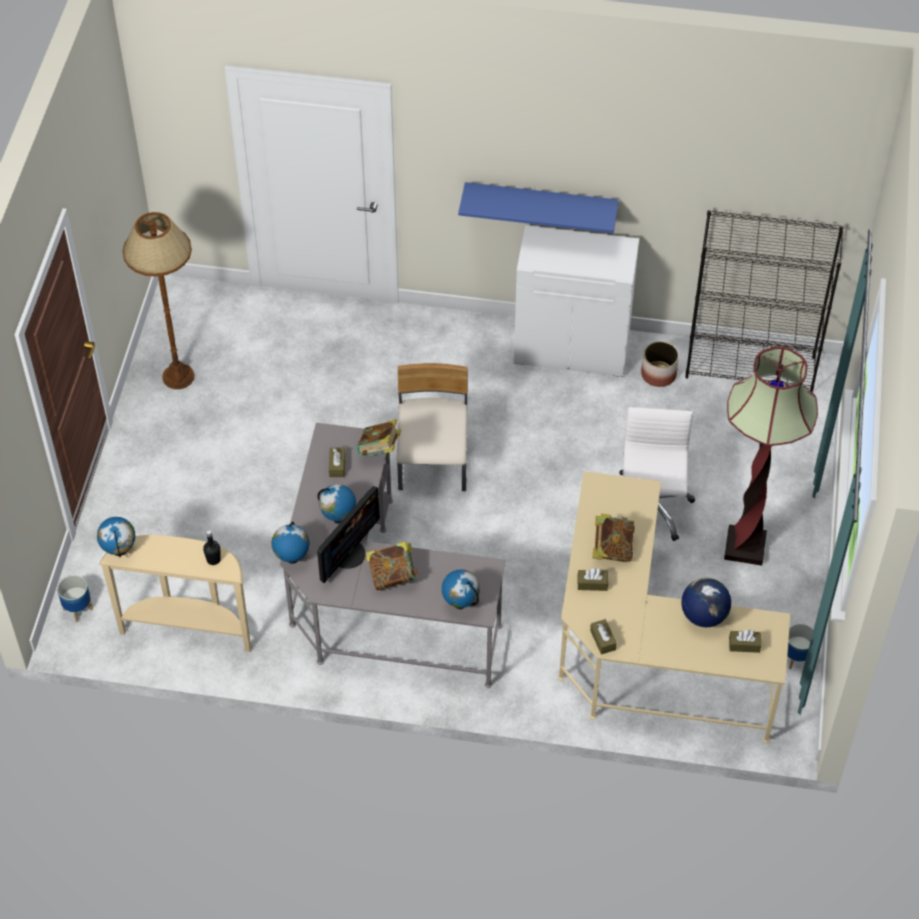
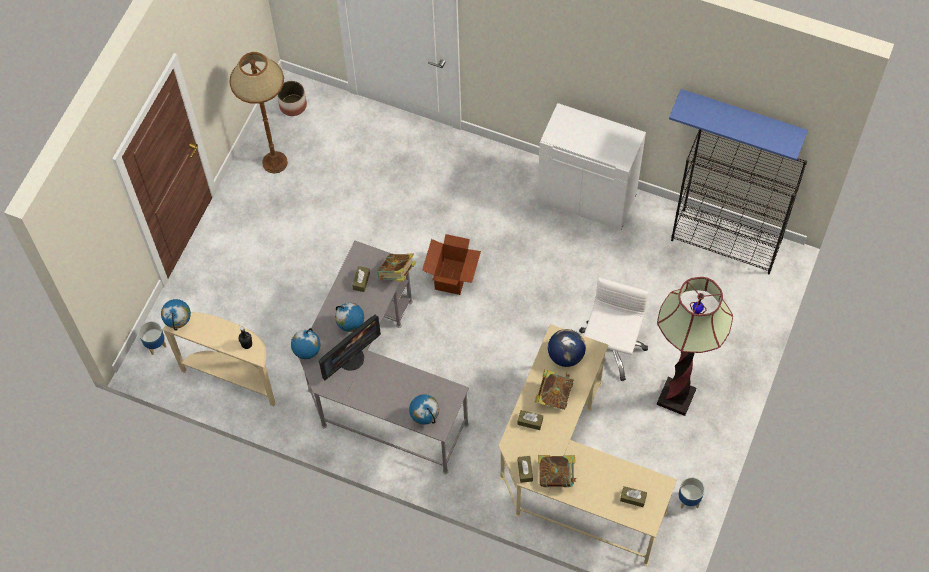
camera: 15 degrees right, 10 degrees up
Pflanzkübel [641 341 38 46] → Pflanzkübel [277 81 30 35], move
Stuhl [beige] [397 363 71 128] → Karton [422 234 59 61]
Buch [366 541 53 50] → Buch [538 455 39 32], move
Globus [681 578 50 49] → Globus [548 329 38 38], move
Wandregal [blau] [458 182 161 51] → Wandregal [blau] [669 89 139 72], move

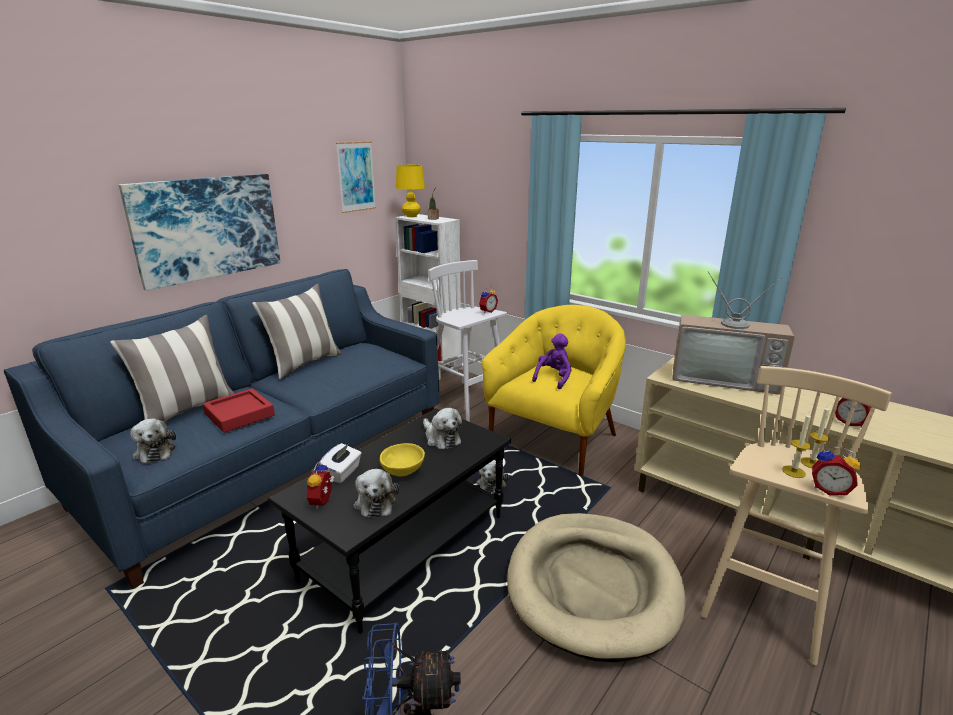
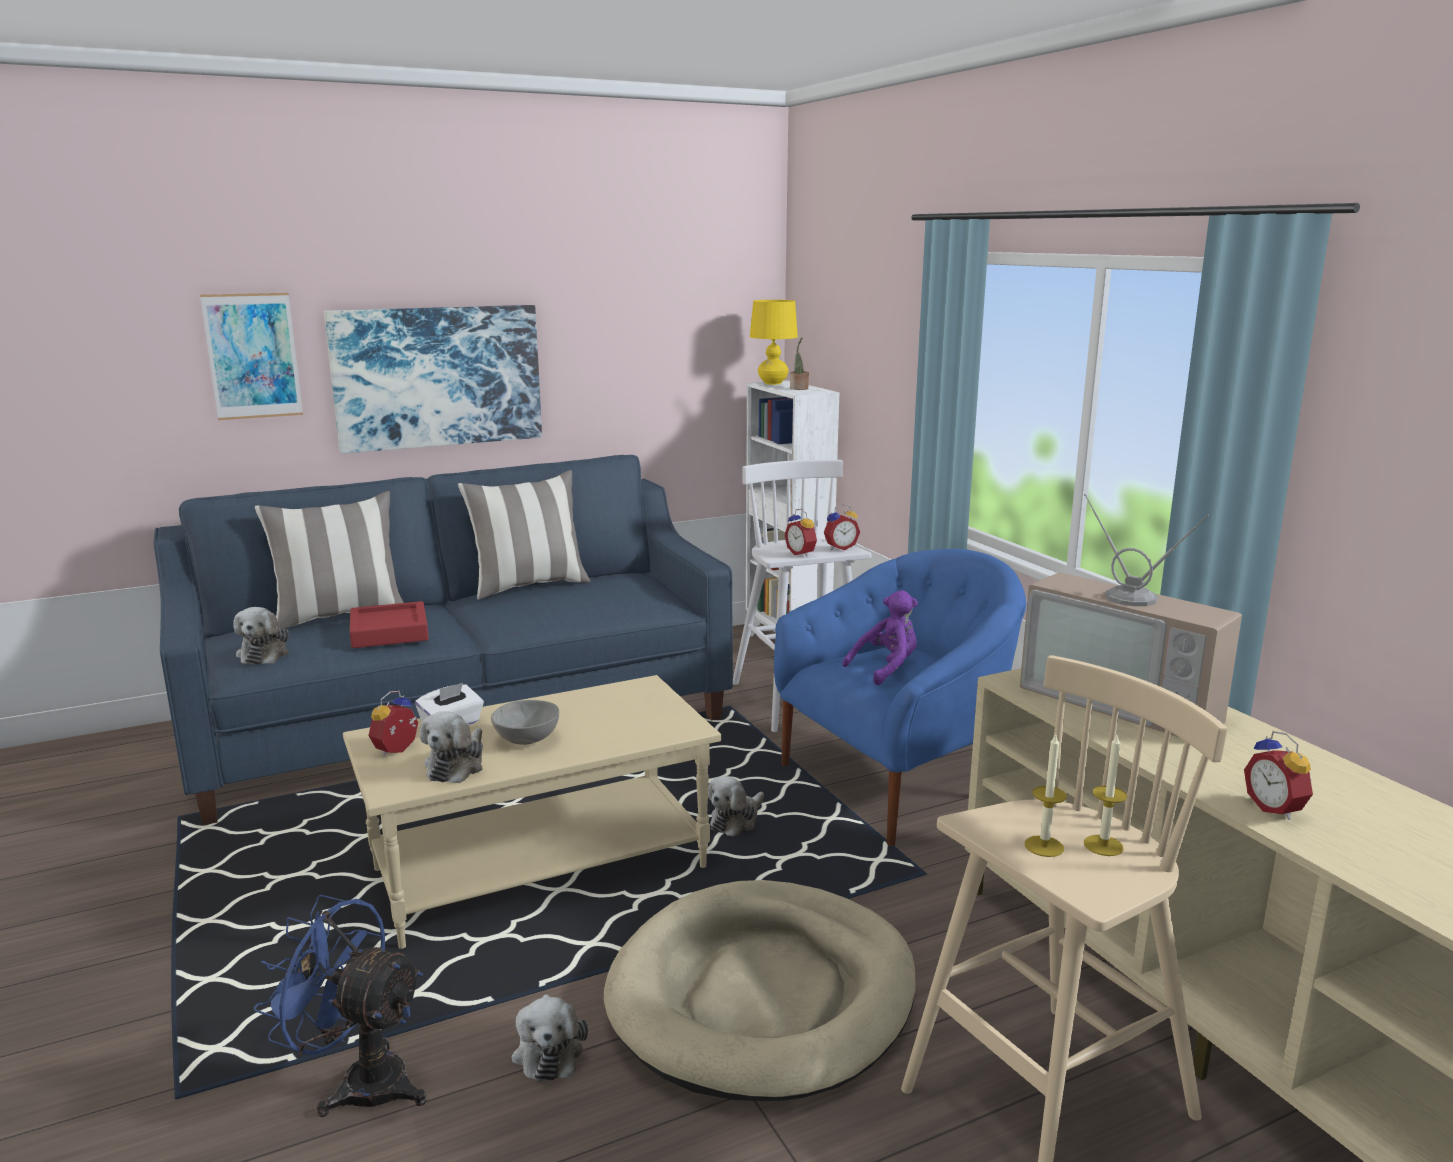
camera: 25 degrees right, 5 degrees down
Bild [336 141 40 72] → Bild [200 293 103 127], move
Couchtisch [schwarz] [268 408 243 226] → Couchtisch [beige] [343 675 378 274]
Schüssel [gelb] [380 443 45 33] → Schüssel [grau] [491 700 68 45]
Plüschtier [423 408 39 41] → Plüschtier [512 994 76 88], move
Sessel [gelb] [482 305 144 171] → Sessel [blau] [774 549 252 297]
Wecker [812 447 49 49] → Wecker [784 509 33 48], move

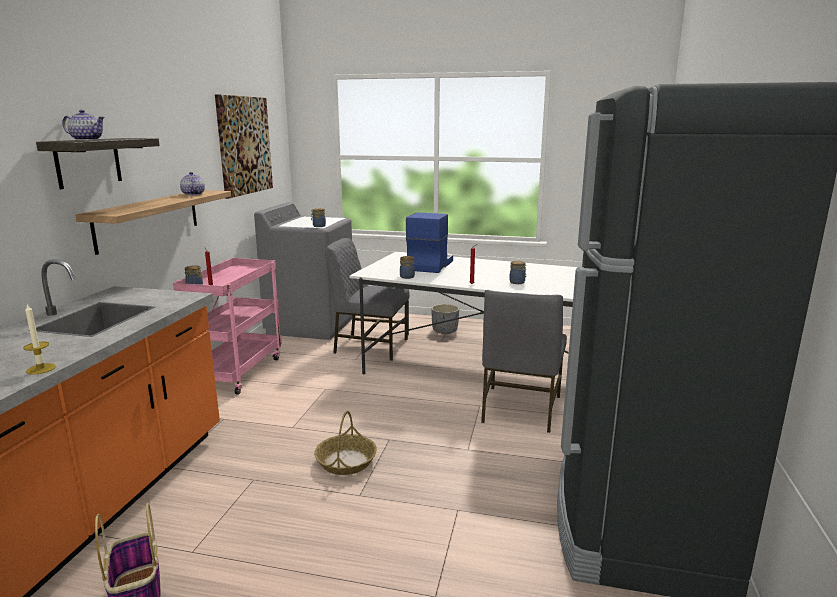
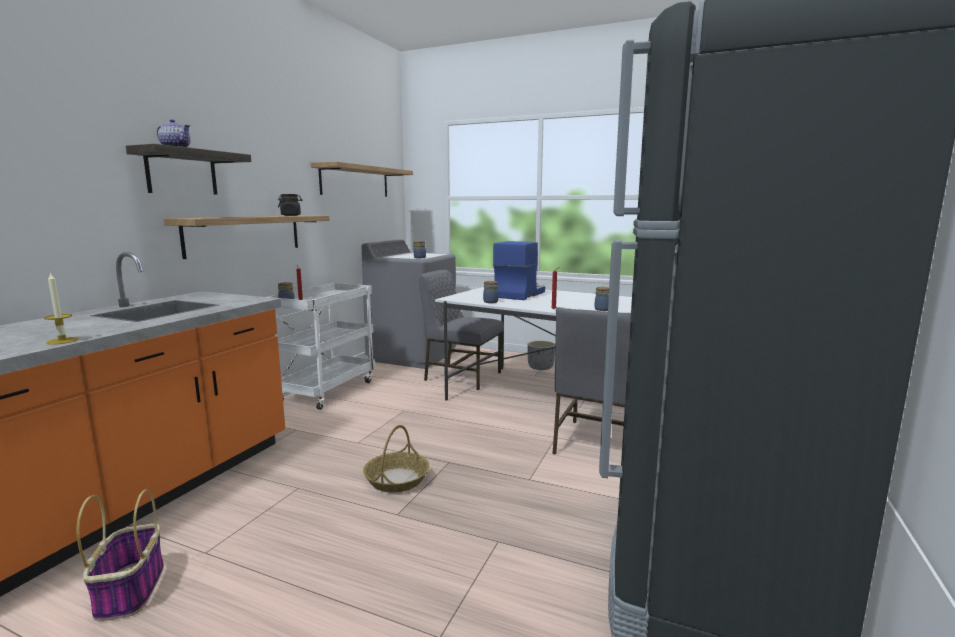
camera: 10 degrees right, 5 degrees down
Rollwagen [rosa] [173 258 109 137] → Rollwagen [weiß] [269 283 106 127]
Teekanne [180 172 25 23] → Vorratsglas [schwarz] [278 194 25 22]
Bild [215 94 58 105] → Wandregal [311 162 102 35]

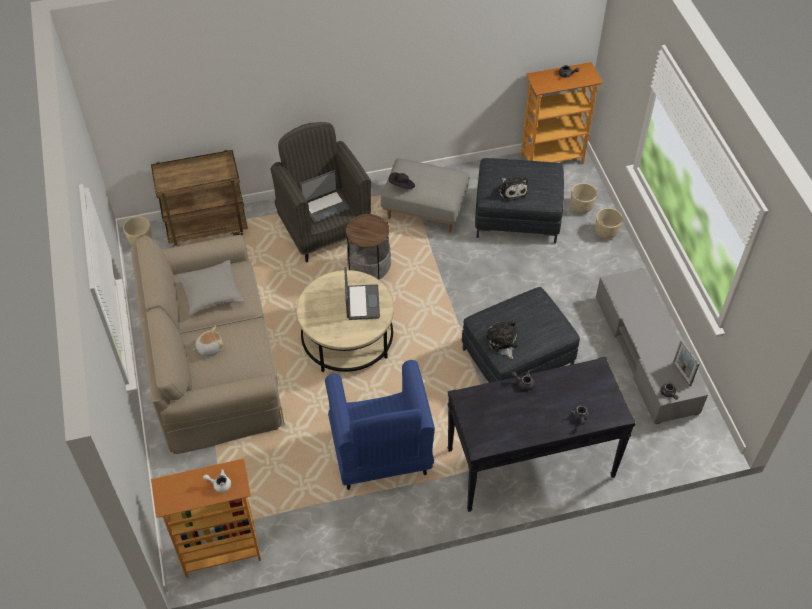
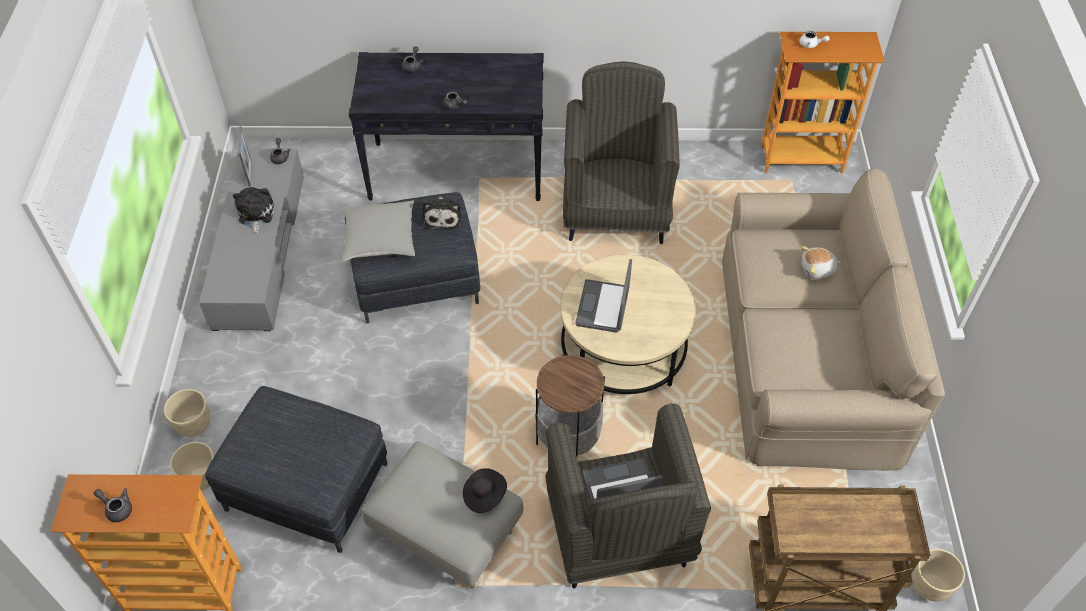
camera: 165 degrees left, 0 degrees up
Plüschtier [498 177 30 24] → Plüschtier [233 187 42 48], move
Kissen [grau] [178 260 66 55] → Kissen [grau] [342 201 73 61], move
Sessel [blau] [325 360 110 130] → Sessel [grau] [563 61 117 183]

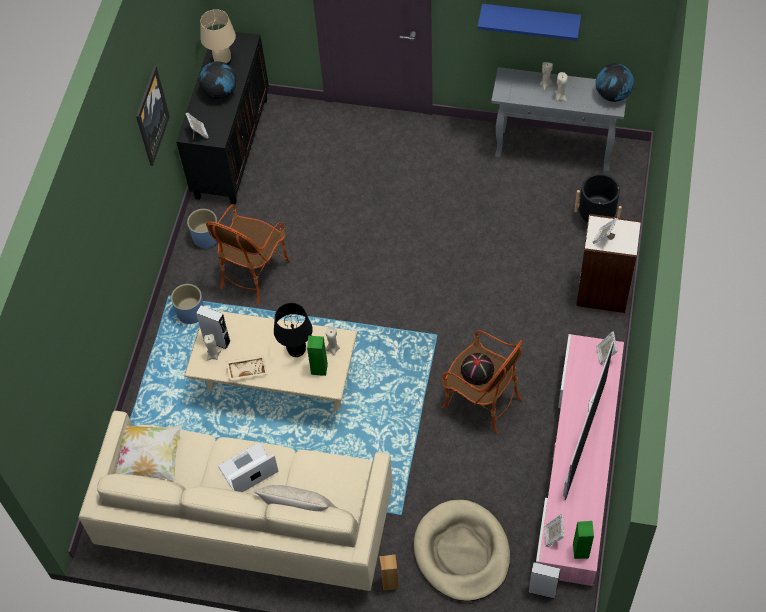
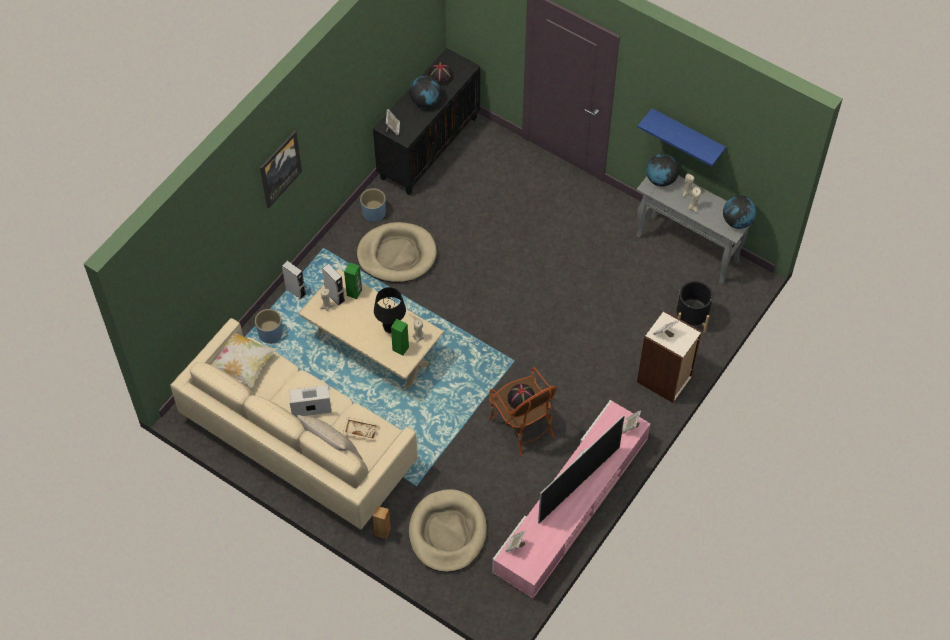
camera: 20 degrees right, 0 degrees up
Pflanzkübel [blau] [171 284 33 40] → Pflanzkübel [blau] [255 309 28 35], move
Bild [136 66 34 100] → Bild [260 131 42 77], move
Lautsprecher [grau] [528 562 32 37] → Lautsprecher [grau] [282 261 24 38], move
Tablett [beige] [226 355 41 25] → Tablett [beige] [343 417 36 24], move
Lautsprecher [grün] [573 521 21 38] → Lautsprecher [grün] [344 262 18 37], move
Sessel [206 204 85 100] → Hundebett [beige] [357 222 80 61]
Tischlampe [beige] [200 9 36 56] → Hut [schwarz] [427 62 26 24]
- → Globus [646 154 33 33]

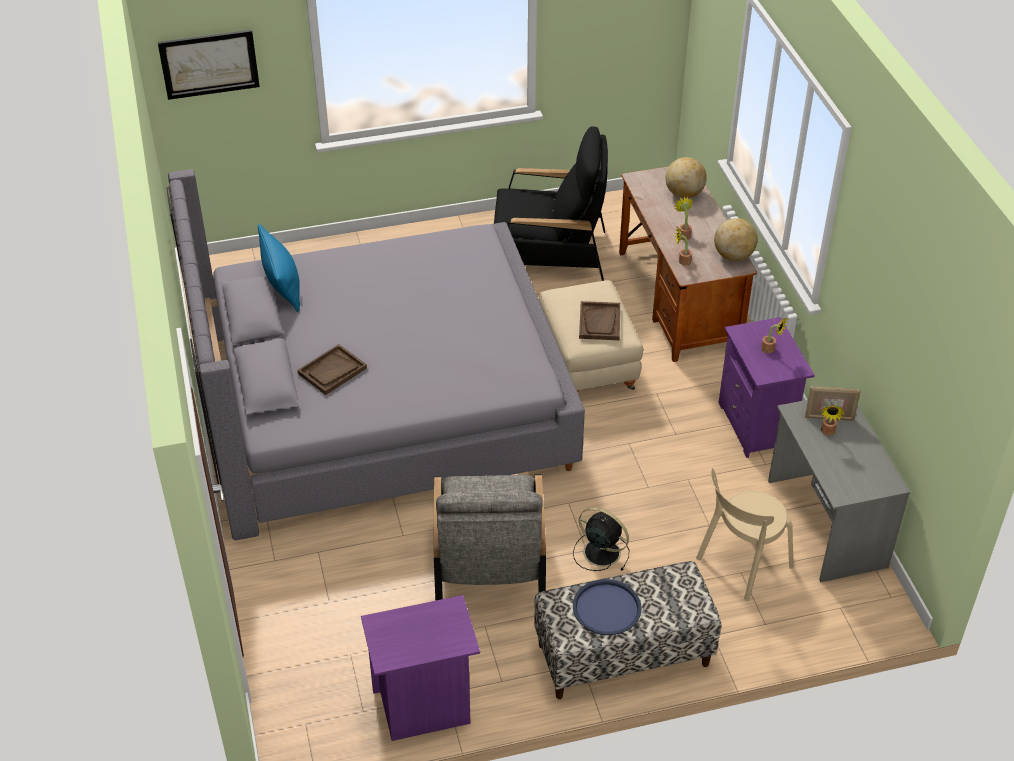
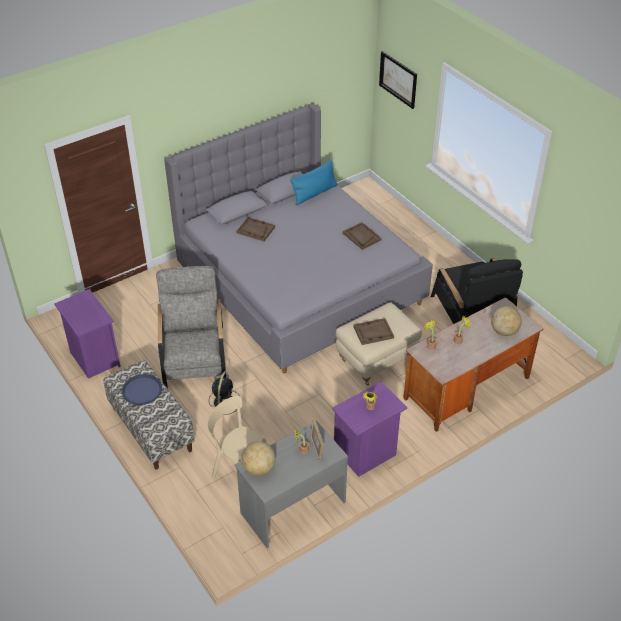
camera: 70 degrees right, 0 degrees up
Sessel [grau] [433 474 113 127] → Sessel [grau] [156 266 70 123], 105 degrees clockwise
Globus [714 218 44 43] → Globus [241 441 35 35], move
- → Tablett [braun] [343 222 39 28]

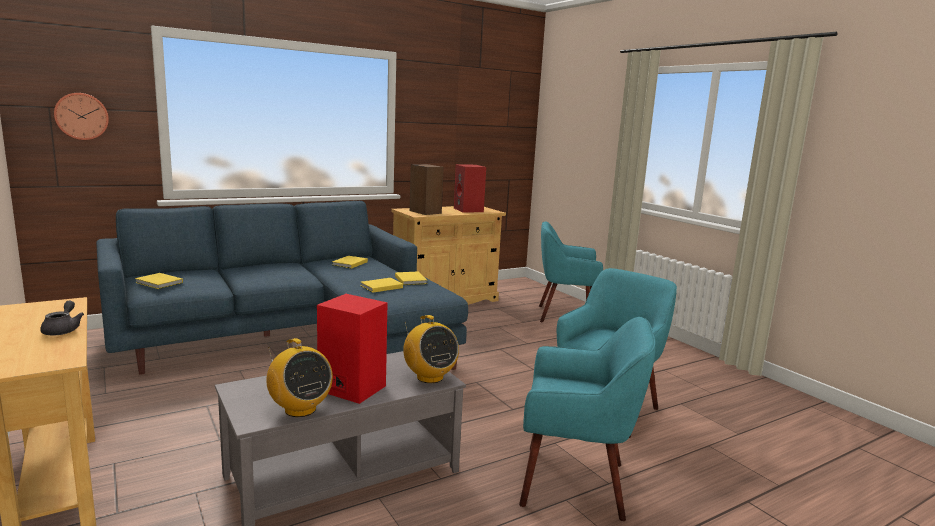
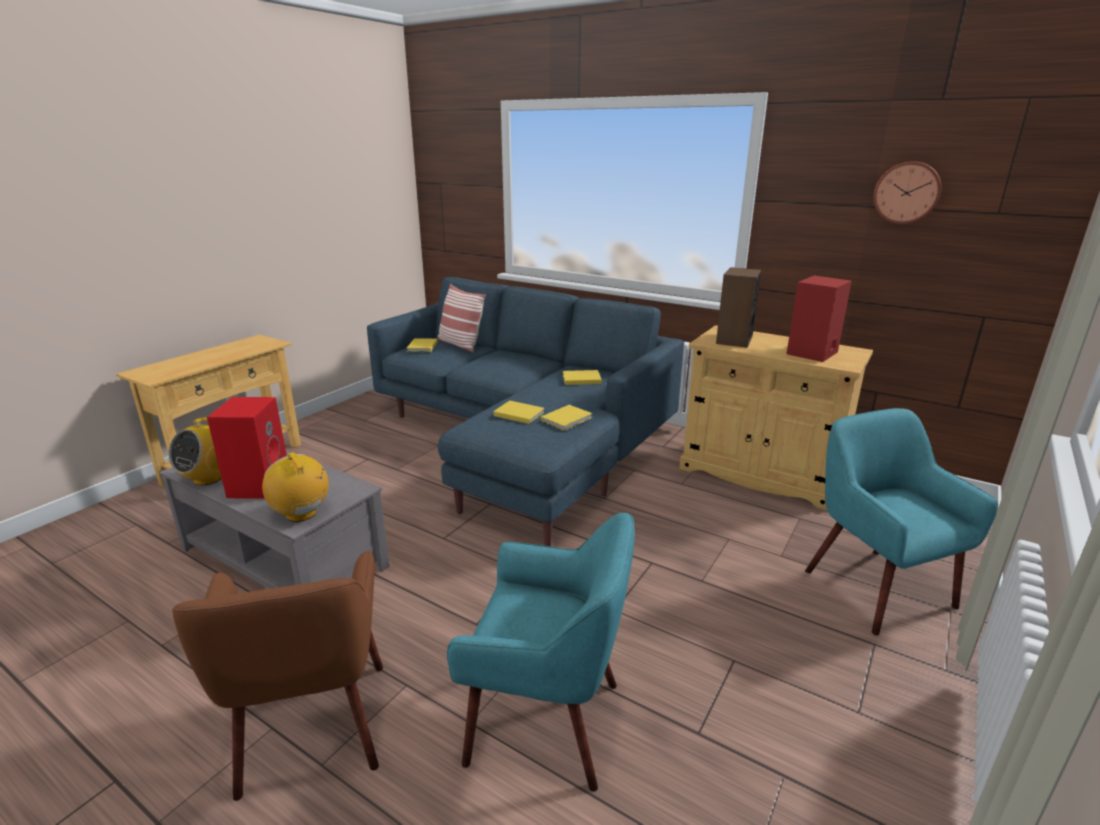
camera: 65 degrees right, 10 degrees up
Sessel [türkis] [519 317 137 204] → Sessel [braun] [172 551 211 250]
Radio [403 315 56 68] → Radio [262 452 67 70], 105 degrees clockwise
- → Kissen [437 284 49 68]
Wanduhr [54 93 55 47] → Wanduhr [873 161 68 63], move
Teekanne [grau] [40 301 44 34] → -

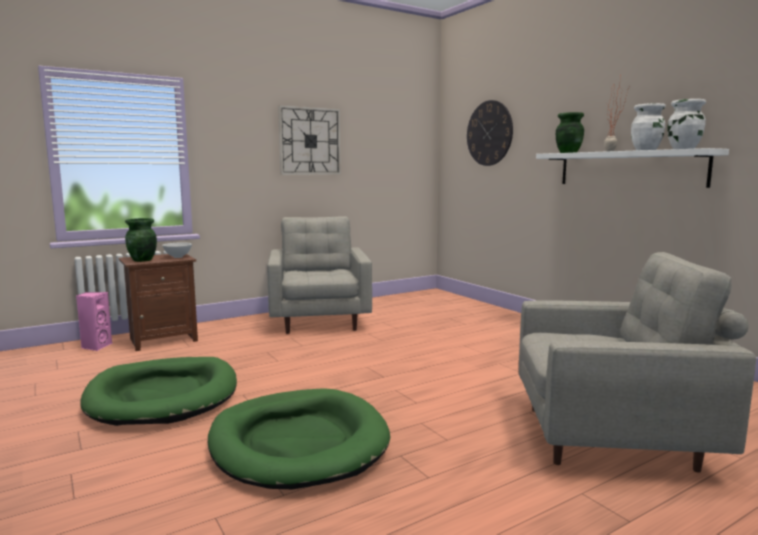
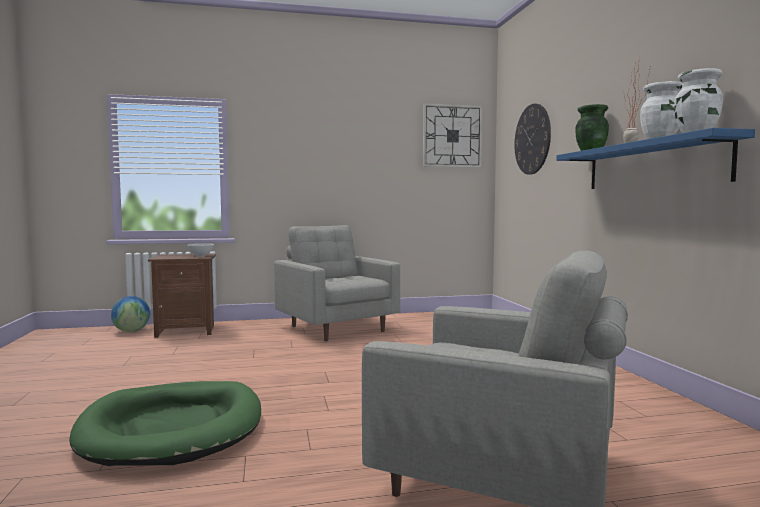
camera: 20 degrees right, 5 degrees down
Lautsprecher [rosa] [76 292 36 59] → Globus [111 296 39 36]
Sessel [grau] [267 216 105 118] → Sessel [grau] [274 225 126 116], 45 degrees counterclockwise
Wanduhr [278 105 63 70] → Wanduhr [423 103 60 65], move
Wandregal [weiß] [536 148 193 40] → Wandregal [blau] [557 128 198 61]
Hundebett [grün] [80 357 157 69] → -
Vase [grün] [125 218 32 44] → -

